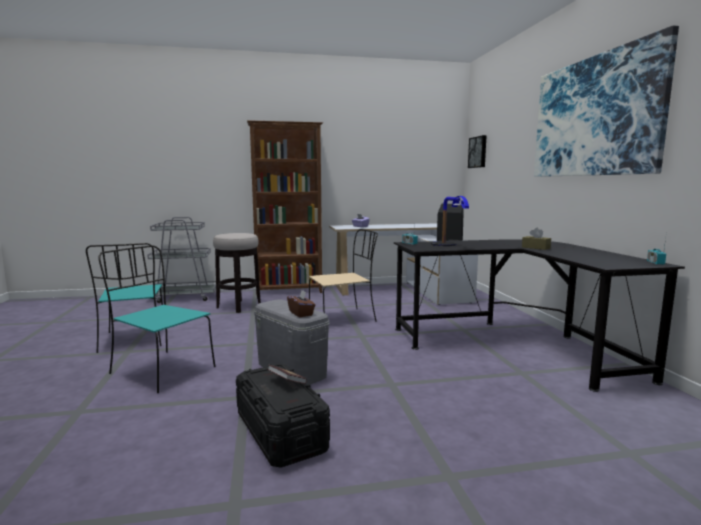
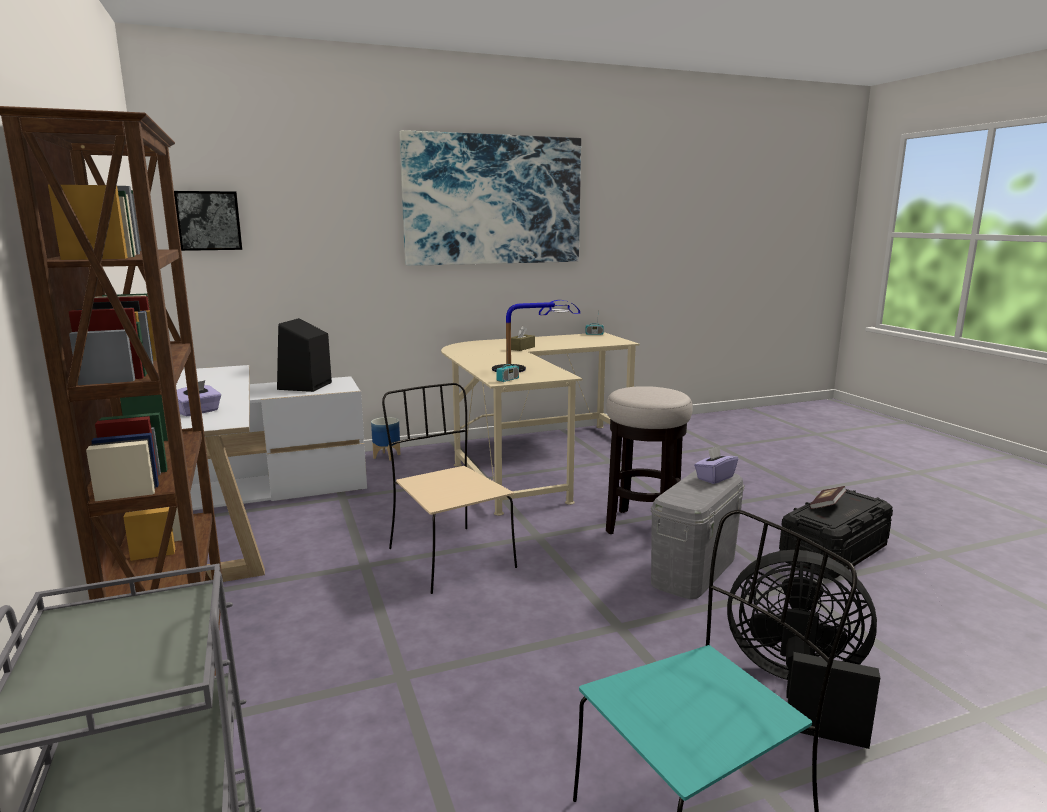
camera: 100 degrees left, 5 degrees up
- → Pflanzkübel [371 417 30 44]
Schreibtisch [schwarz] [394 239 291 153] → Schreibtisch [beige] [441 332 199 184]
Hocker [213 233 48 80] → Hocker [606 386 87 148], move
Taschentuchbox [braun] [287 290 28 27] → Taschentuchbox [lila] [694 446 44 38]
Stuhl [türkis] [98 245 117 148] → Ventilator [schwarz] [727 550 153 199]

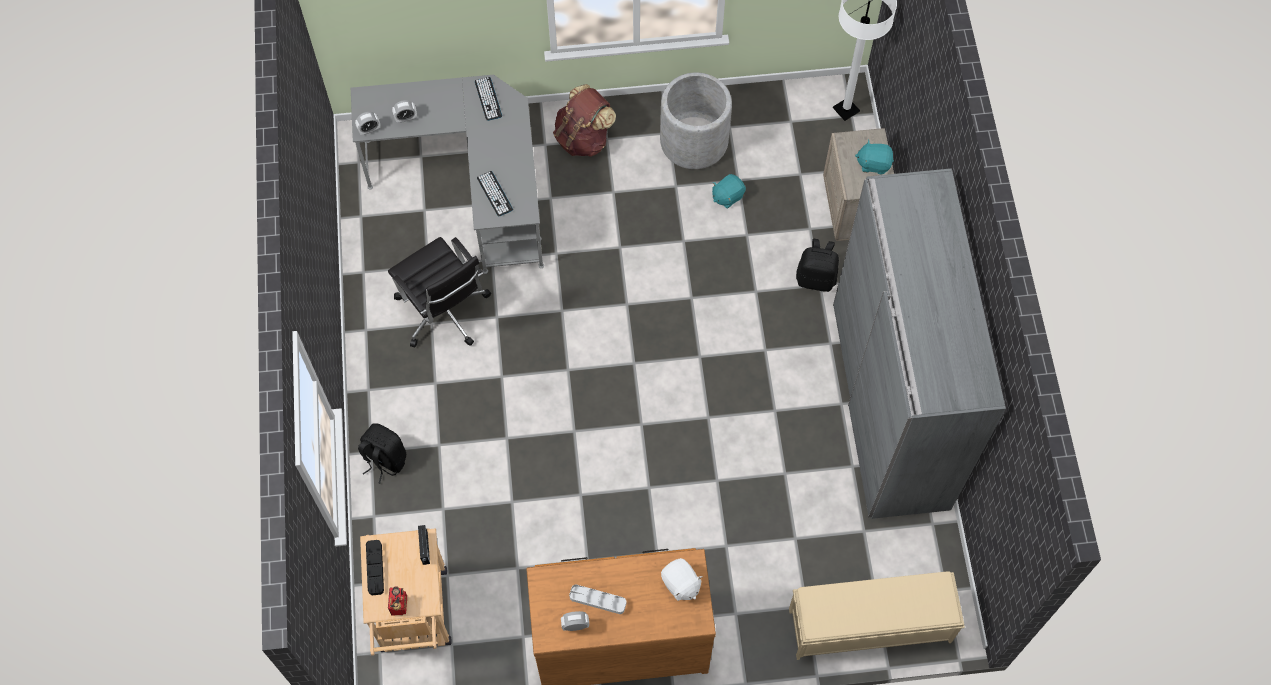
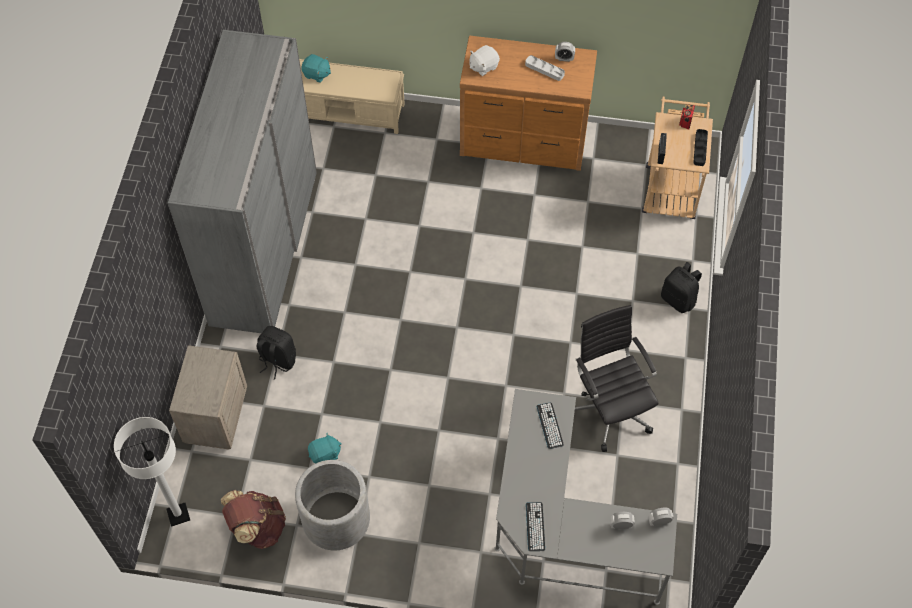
camera: 165 degrees left, 5 degrees down
Rucksack [braun] [553 84 63 73] → Rucksack [braun] [221 490 65 59], move
Plüschtier [türkis] [855 139 39 36] → Plüschtier [türkis] [301 54 30 29], move
Plüschtier [weiß] [661 558 42 43] → Plüschtier [weiß] [469 45 31 31], 105 degrees counterclockwise

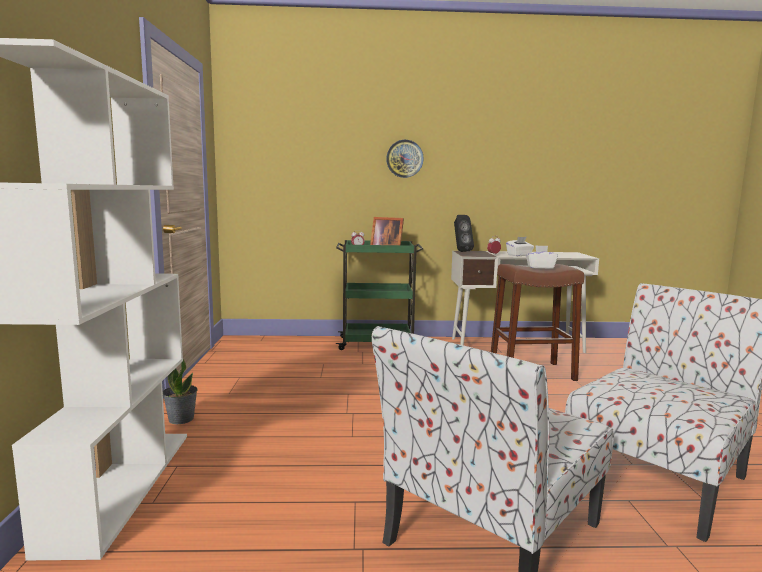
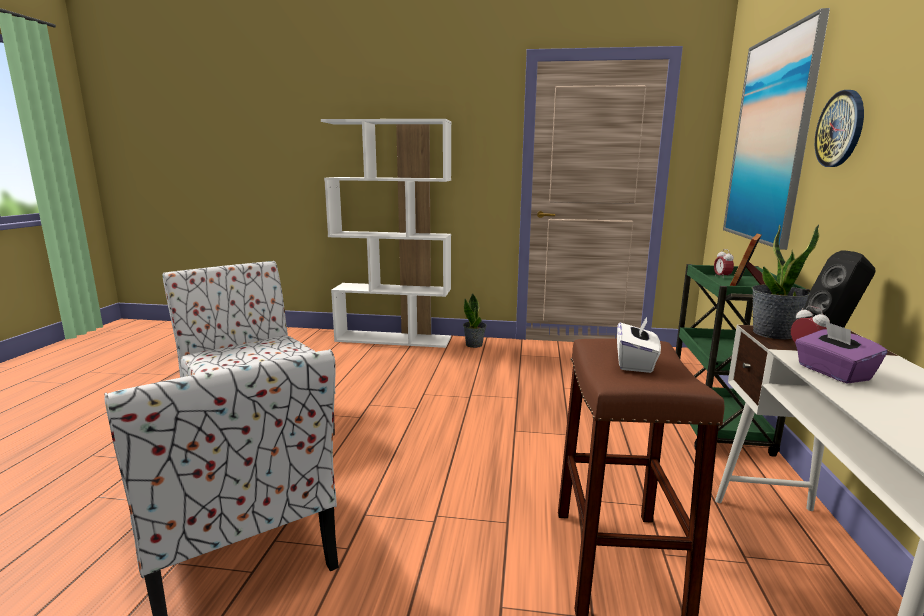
camera: 100 degrees right, 5 degrees up
- → Bild [723 8 107 242]
- → Topfpflanze [752 224 67 115]
Taschentuchbox [weiß] [506 237 28 19] → Taschentuchbox [lila] [795 321 92 63]

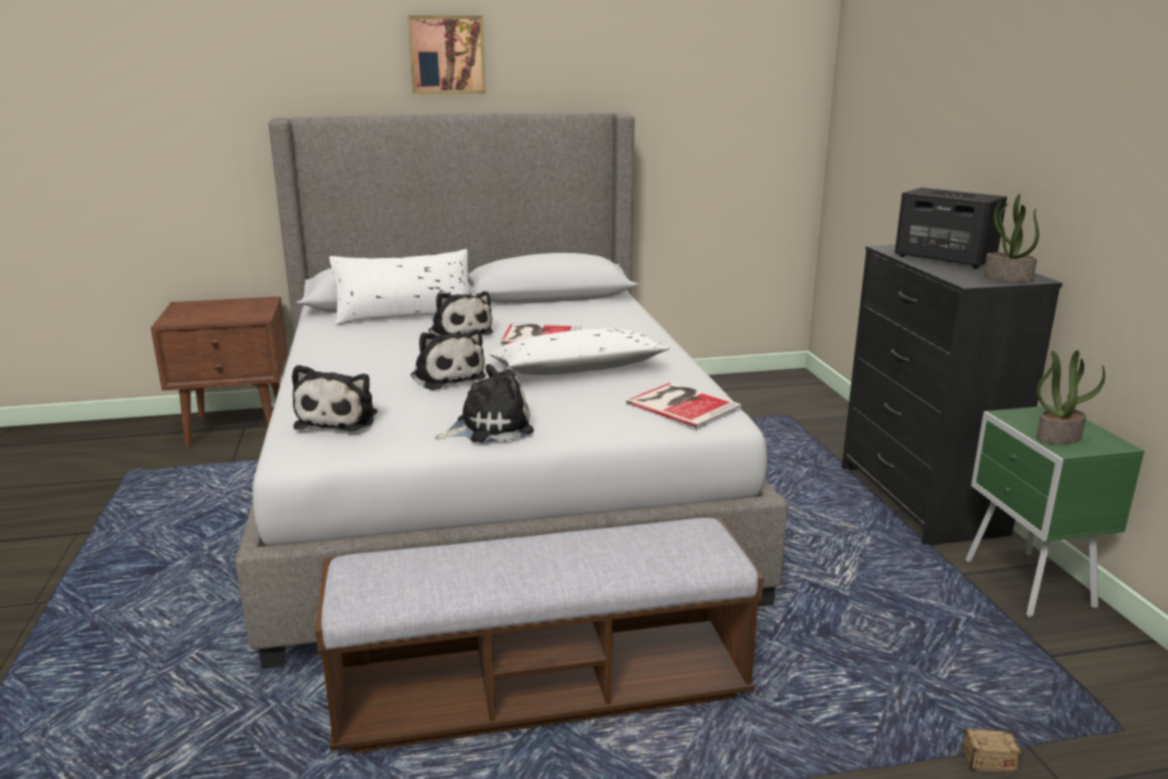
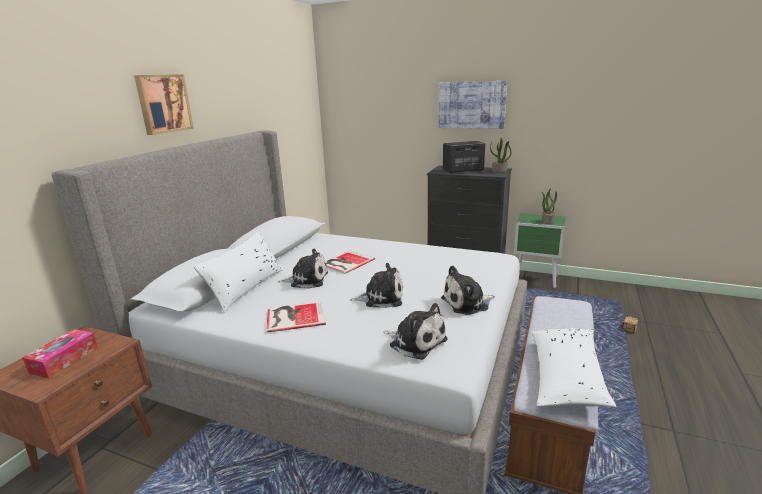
camera: 55 degrees left, 0 degrees up
- → Taschentuchbox [22 329 76 49]
Buch [626 382 115 46] → Buch [266 301 60 32], move
- → Bild [438 81 69 48]
Plüschtier [435 364 99 79] → Plüschtier [441 266 53 49], 120 degrees counterclockwise
Kissen [weiß] [489 328 181 47] → Kissen [weiß] [532 329 85 78], move

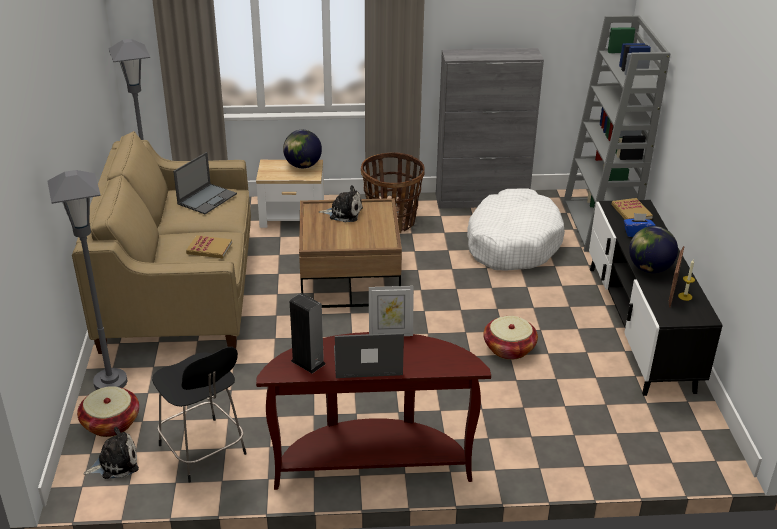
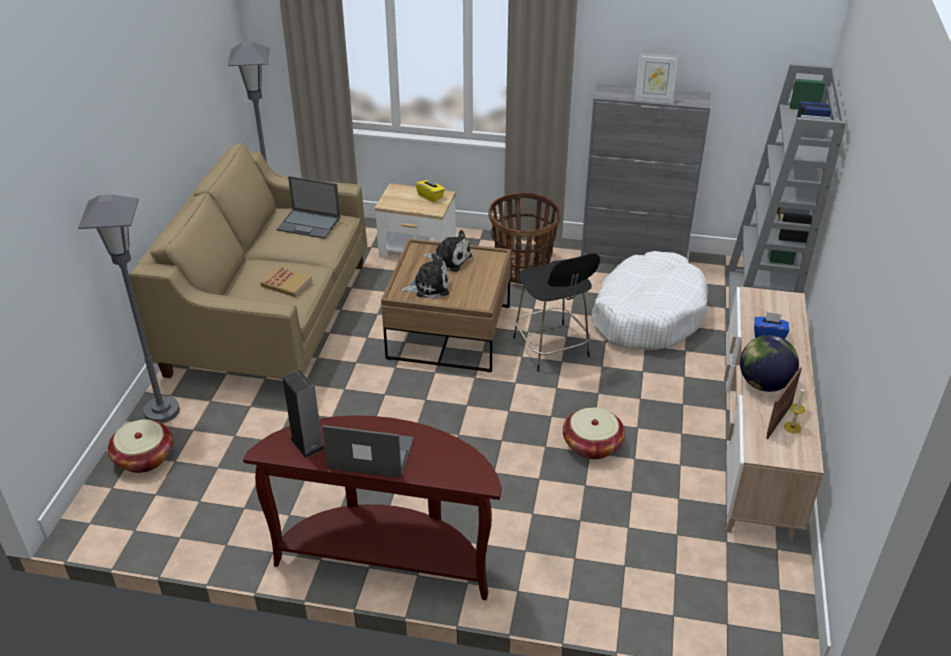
camera: 15 degrees right, 5 degrees up
Laptop [173 152 64 62] → Laptop [276 176 64 63], 60 degrees clockwise
Plüschtier [84 427 55 52] → Plüschtier [400 253 49 45], move
Globus [283 130 39 38] → Taschentuchbox [gelb] [416 176 29 26]
Hocker [schwarz] [152 347 95 135] → Hocker [schwarz] [513 253 87 119], move
Bilderrahmen [369 286 45 50] → Bilderrahmen [635 53 43 50], move
Fernsehschrank [schwarz] [589 200 134 196] → Fernsehschrank [beige] [724 286 100 256]
Buch [611 198 42 22] → -

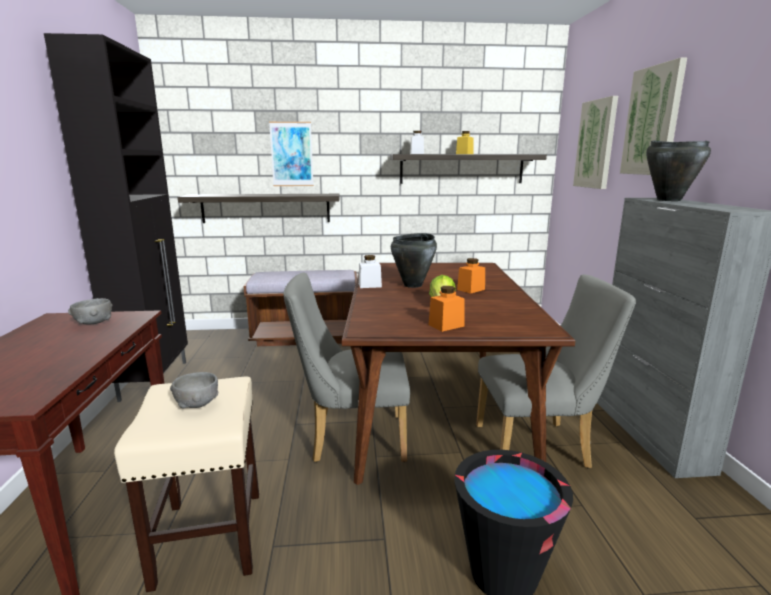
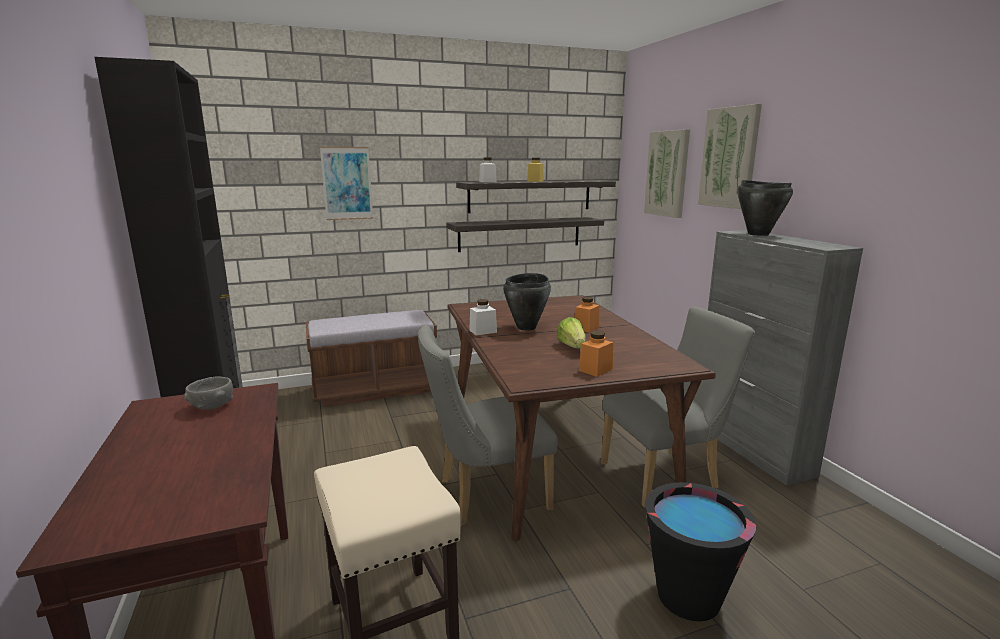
camera: 15 degrees left, 0 degrees up
Wandregal [178 194 162 29] → Wandregal [446 217 158 35], move
Schüssel [grau] [170 372 48 36] → -

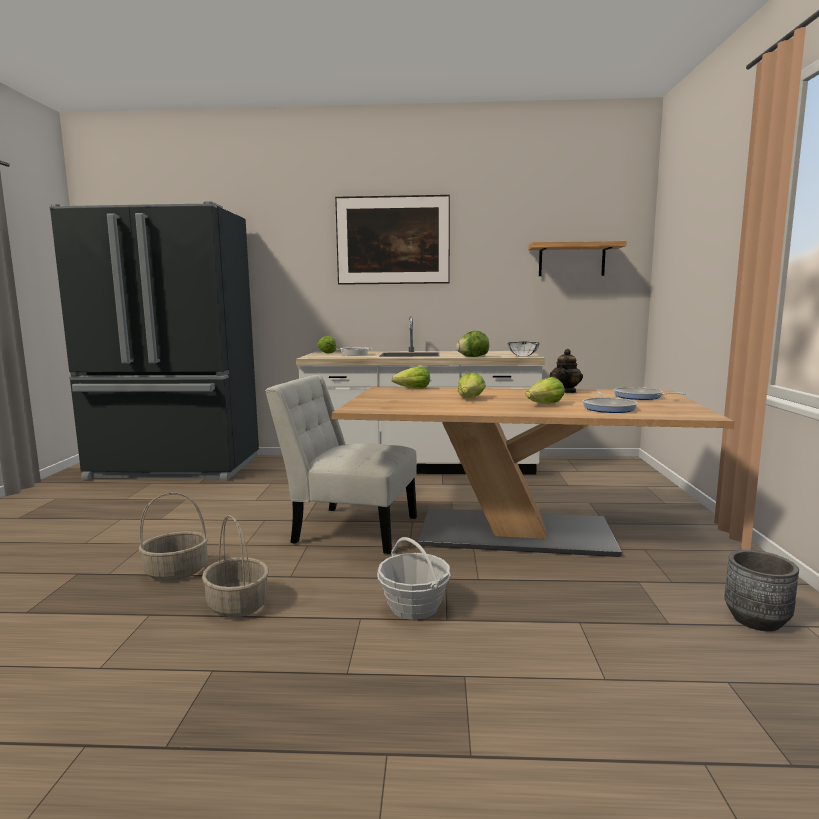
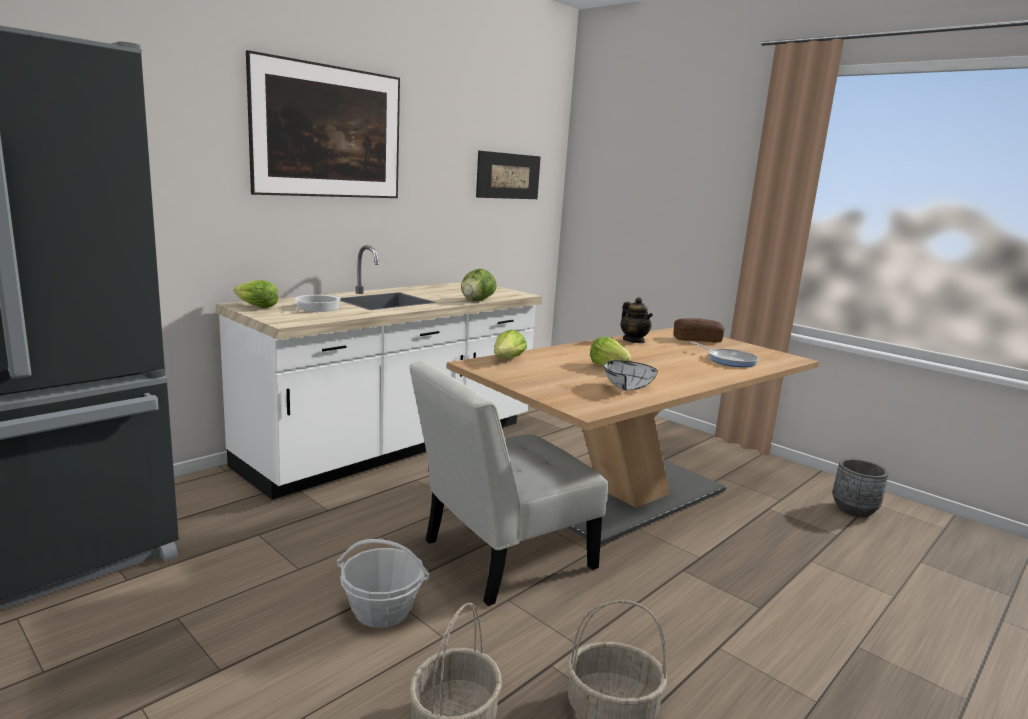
camera: 50 degrees left, 5 degrees up
Korb [377 537 73 83] → Korb [337 539 92 89], move
Wandregal [528 241 99 35] → Bild [476 151 65 48]
Schüssel [weiß] [508 341 32 16] → Schüssel [weiß] [604 360 54 31], move
Pfanne [614 387 72 13] → Brot [673 318 52 25]
Salatkopf [526 377 39 27] → -

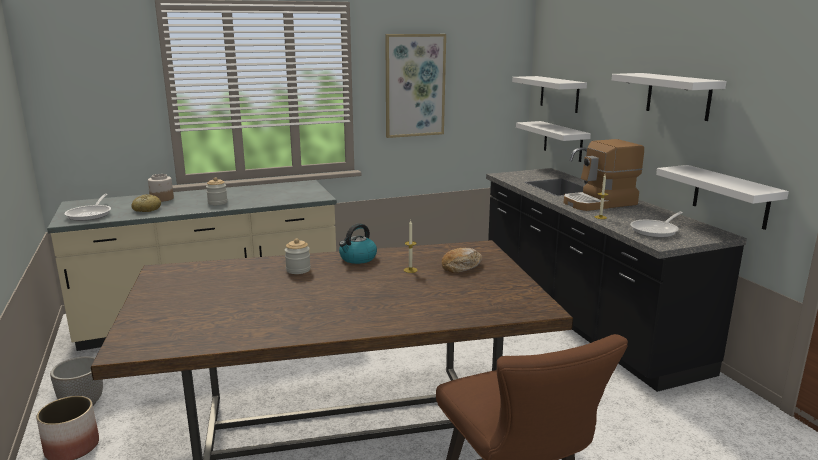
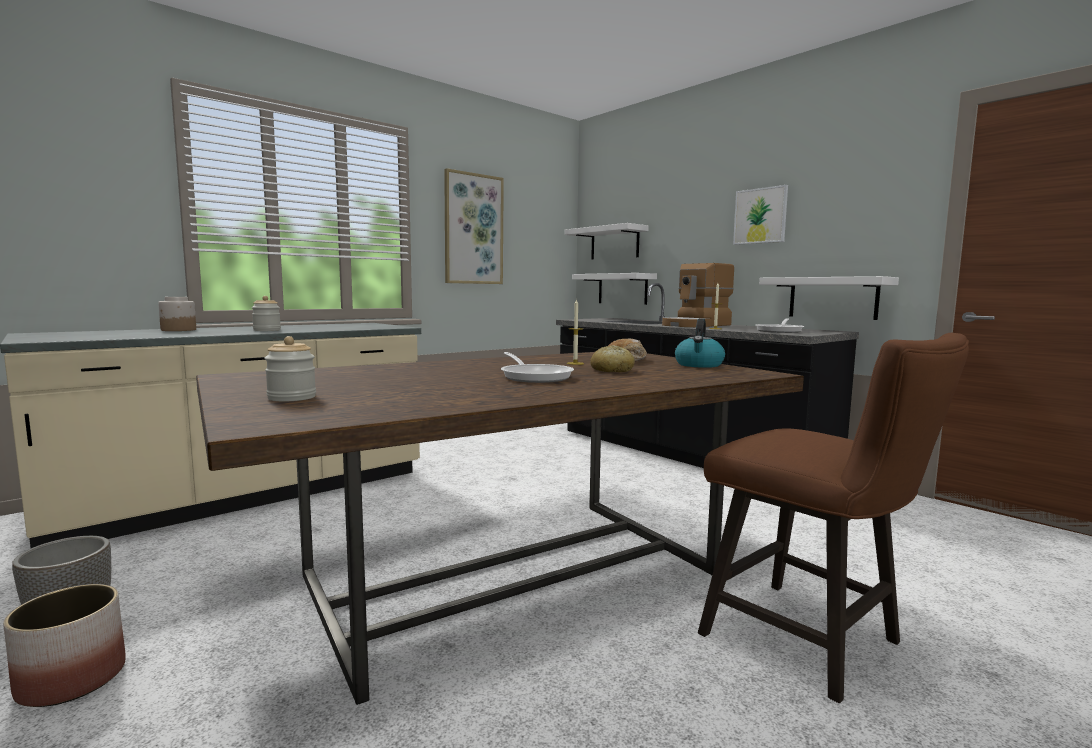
camera: 20 degrees left, 10 degrees down
Vorratsglas [285 238 26 36] → Vorratsglas [264 336 52 65], move
Pfanne [64 194 47 27] → Pfanne [501 352 73 31], move
Brot [131 194 30 18] → Brot [590 345 45 27], move
Wasserkessel [339 223 38 41] → Wasserkessel [675 319 50 49], move
Wandregal [weiß] [612 73 115 48] → Bild [733 185 55 60]

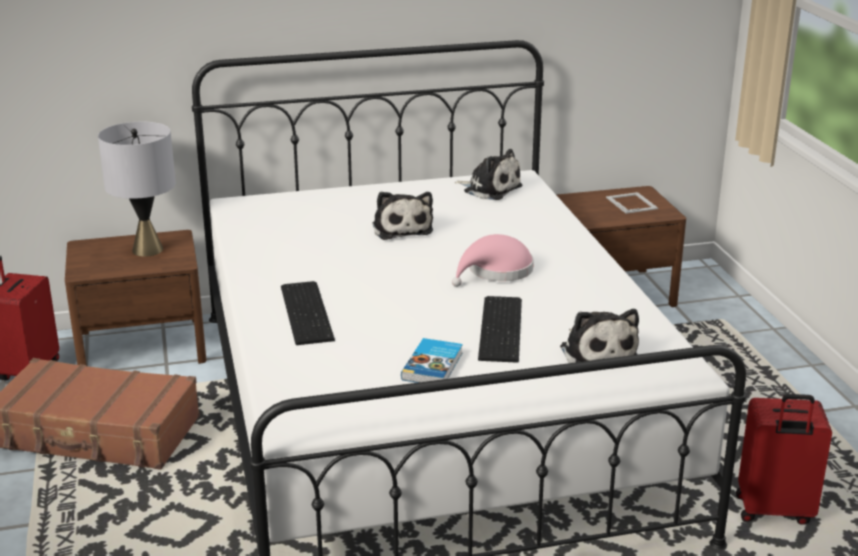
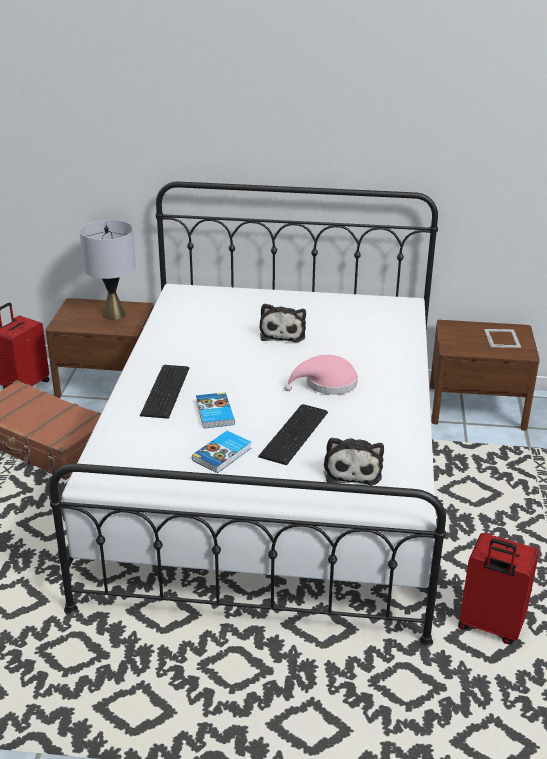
camera: 20 degrees right, 5 degrees up
- → Buch [196 392 39 37]
Plüschtier [455 149 67 51] → -

